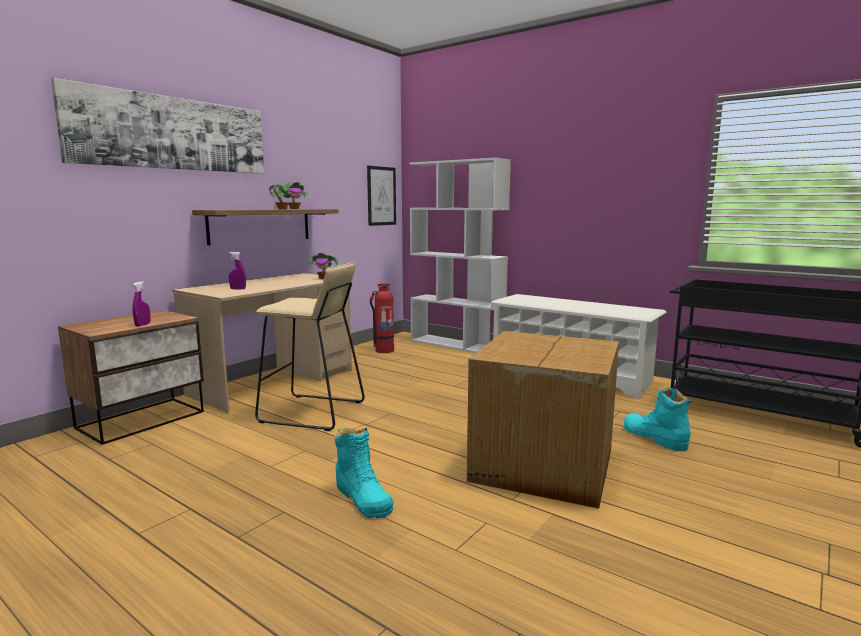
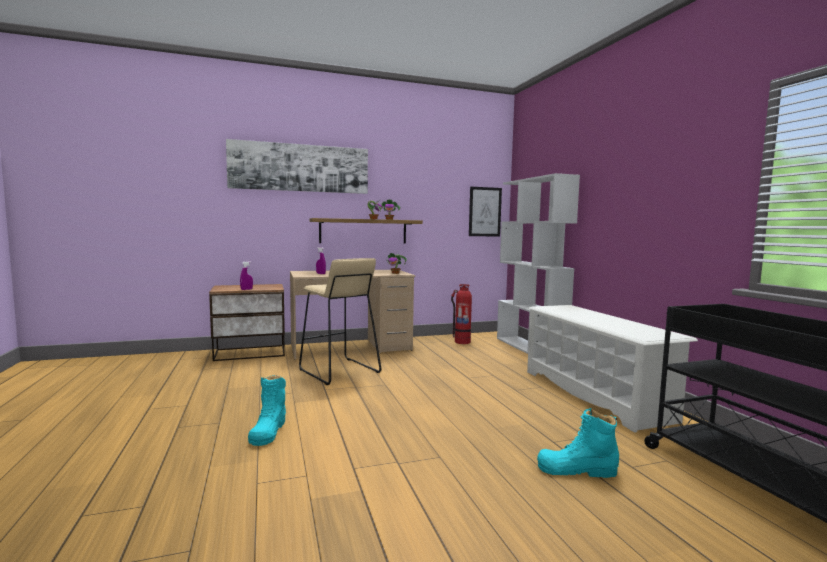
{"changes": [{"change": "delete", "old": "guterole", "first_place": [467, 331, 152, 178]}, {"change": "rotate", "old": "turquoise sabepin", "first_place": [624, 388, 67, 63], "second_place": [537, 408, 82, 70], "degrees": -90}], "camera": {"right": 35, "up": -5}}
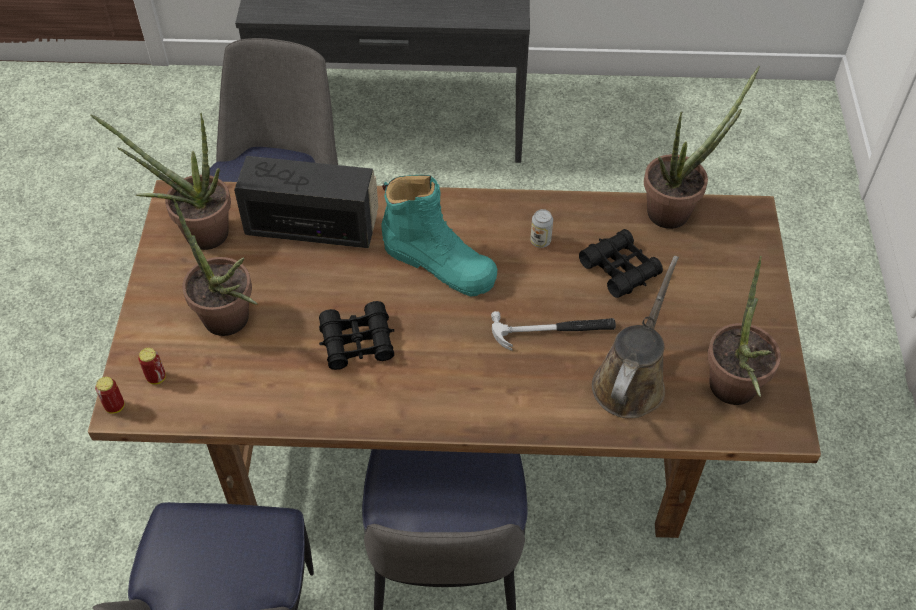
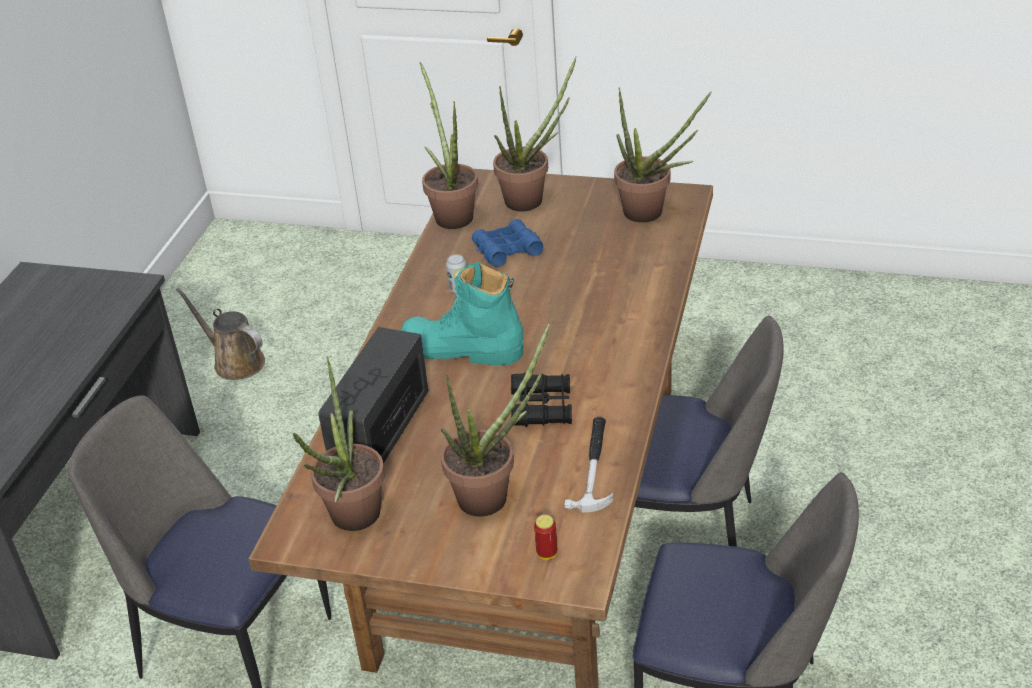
{"changes": [{"change": "rotate", "old": "turquoise sabepin", "first_place": [381, 175, 116, 122], "second_place": [401, 262, 123, 104], "degrees": -120}, {"change": "recolor", "old": "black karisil", "new": "blue karisil", "first_place": [579, 229, 84, 69], "second_place": [472, 219, 72, 48]}, {"change": "move", "old": "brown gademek", "first_place": [592, 256, 87, 162], "second_place": [176, 288, 89, 92]}, {"change": "move", "old": "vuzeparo", "first_place": [491, 311, 125, 40], "second_place": [565, 417, 49, 95]}, {"change": "delete", "old": "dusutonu", "first_place": [95, 377, 30, 37]}, {"change": "insert", "new": "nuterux", "second_place": [493, 56, 83, 155]}], "camera": {"right": -75, "up": -15}}
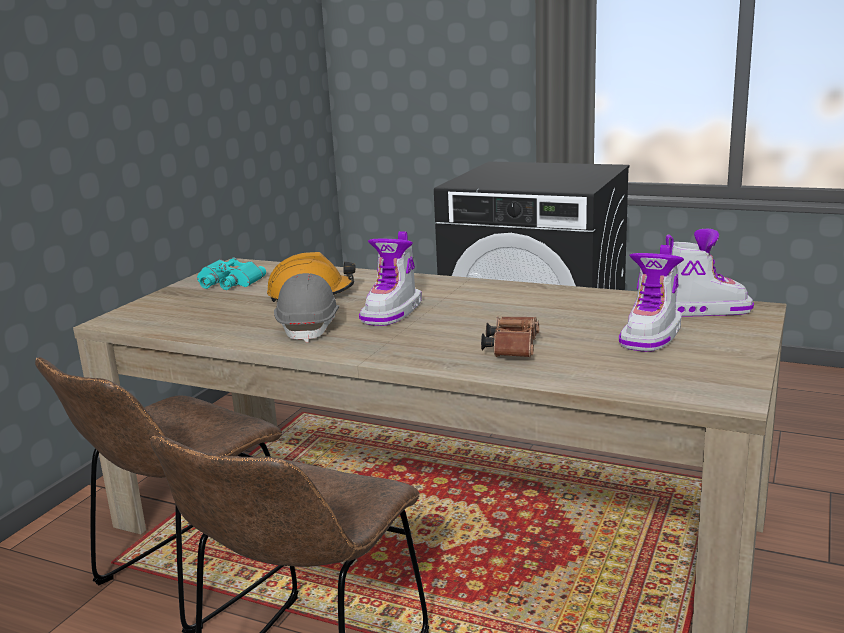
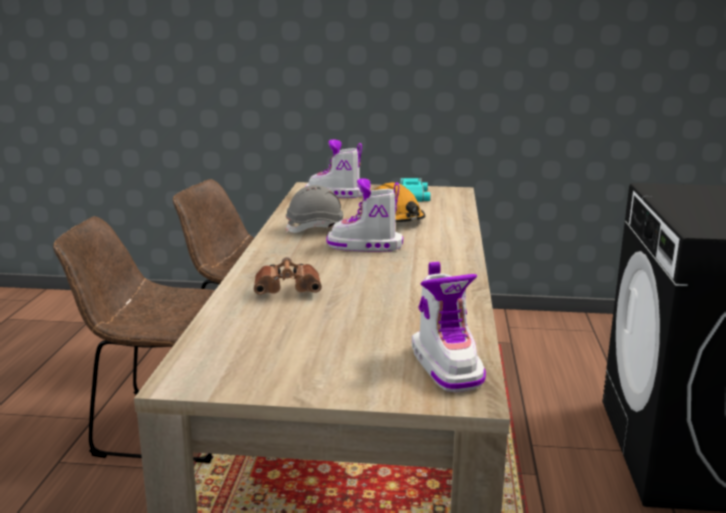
{"changes": [{"change": "move", "old": "sabepin", "first_place": [619, 245, 65, 107], "second_place": [305, 140, 58, 58]}], "camera": {"right": 70, "up": 0}}
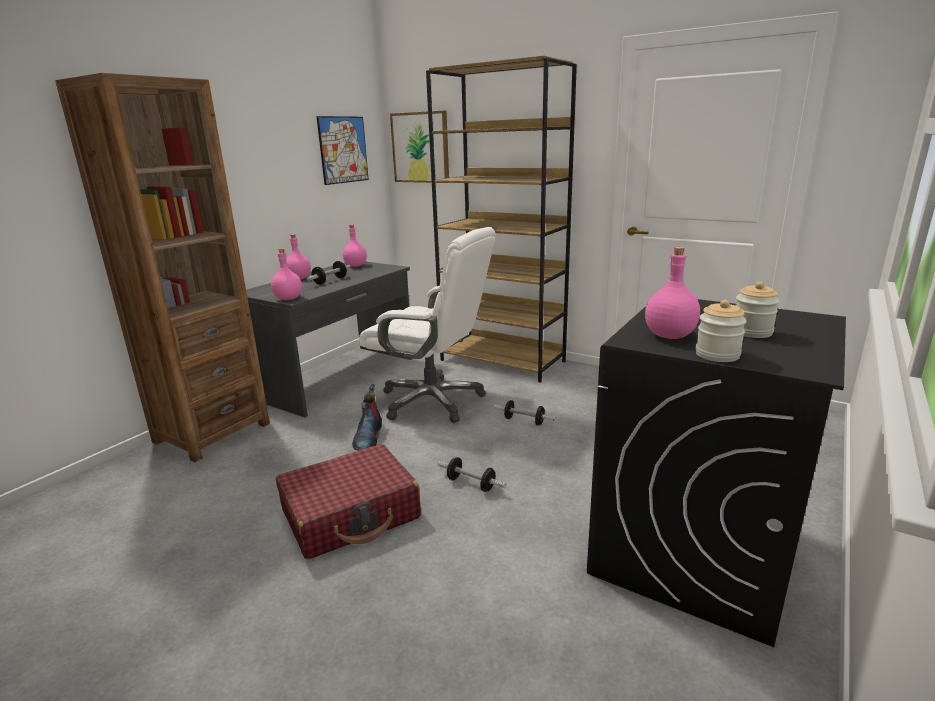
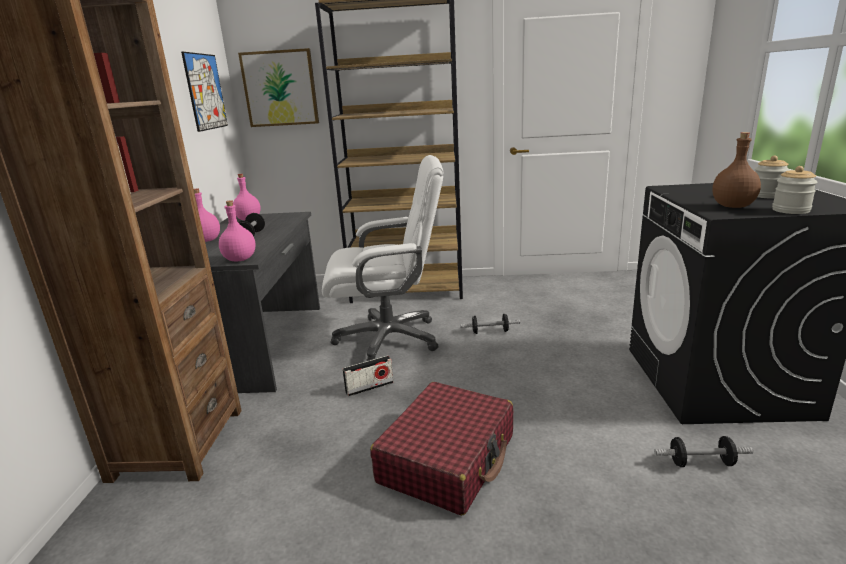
{"changes": [{"change": "recolor", "old": "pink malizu", "new": "brown malizu", "first_place": [645, 247, 55, 92], "second_place": [712, 132, 49, 76]}, {"change": "replace", "old": "sabepin", "new": "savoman", "first_place": [352, 384, 30, 67], "second_place": [342, 355, 51, 42]}, {"change": "move", "old": "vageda", "first_place": [438, 457, 68, 35], "second_place": [654, 436, 99, 31]}], "camera": {"right": -30, "up": 0}}
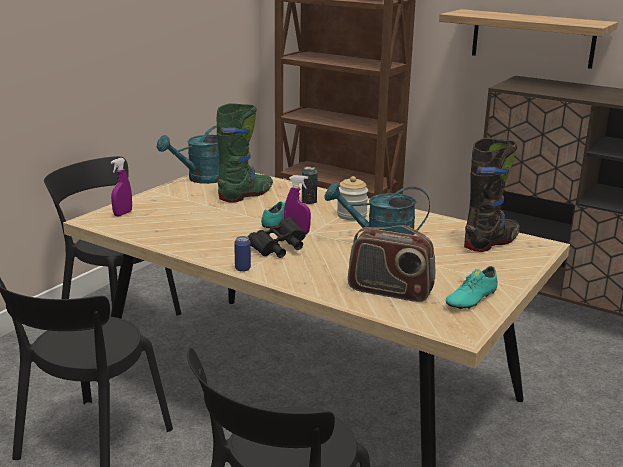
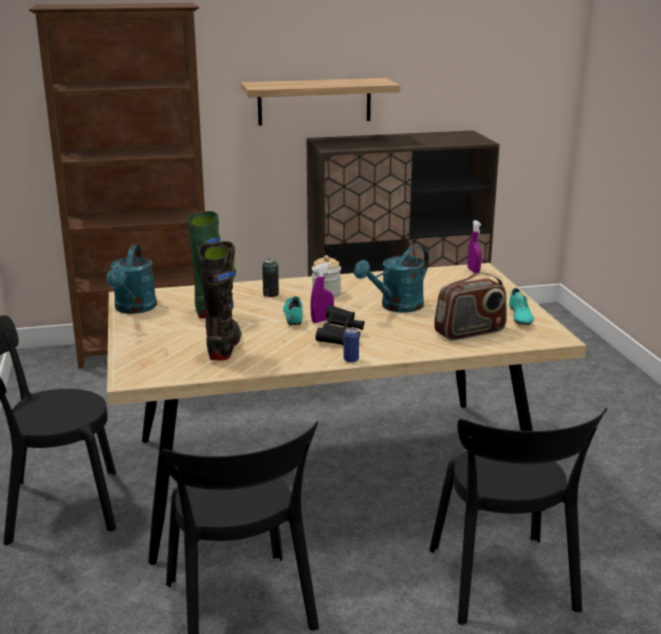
{"changes": [{"change": "move", "old": "black sabepin", "first_place": [464, 138, 56, 114], "second_place": [199, 241, 43, 119]}, {"change": "move", "old": "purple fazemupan", "first_place": [111, 158, 21, 59], "second_place": [467, 220, 15, 53]}], "camera": {"right": -45, "up": 0}}
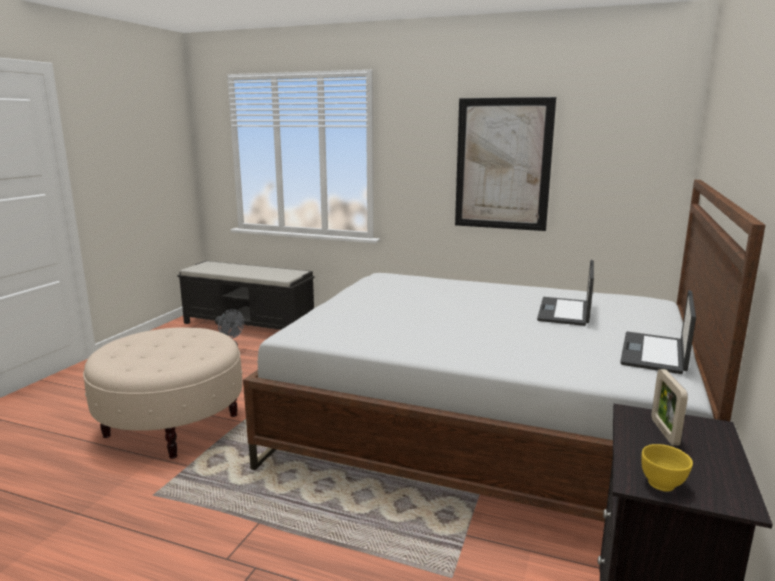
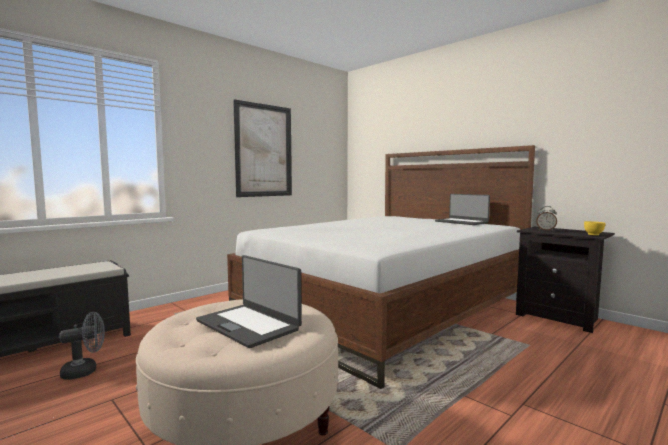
{"changes": [{"change": "move", "old": "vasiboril", "first_place": [537, 260, 57, 66], "second_place": [196, 255, 106, 93]}, {"change": "replace", "old": "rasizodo", "new": "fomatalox", "first_place": [651, 369, 37, 76], "second_place": [536, 206, 21, 25]}], "camera": {"right": -65, "up": -10}}
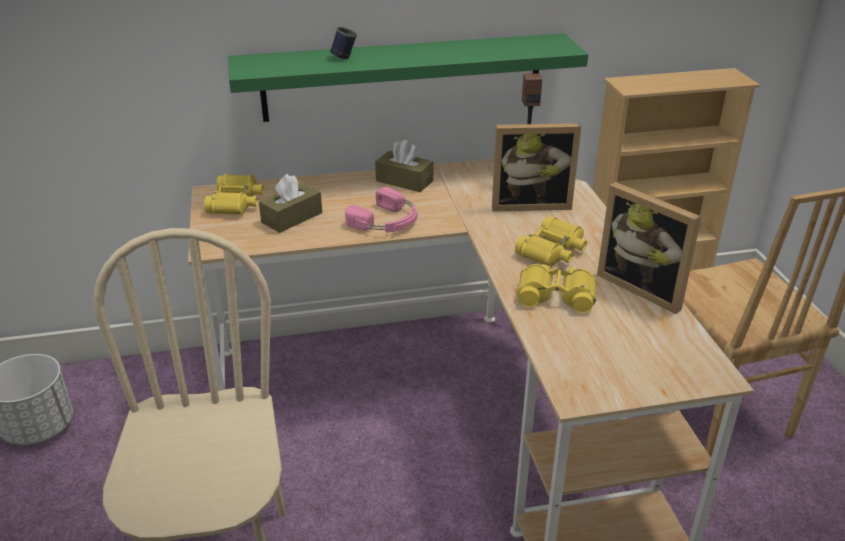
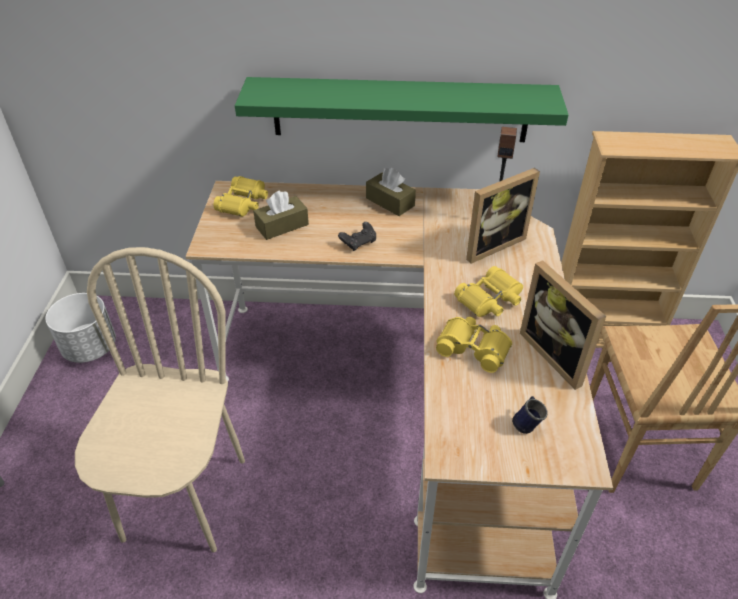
{"changes": [{"change": "move", "old": "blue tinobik", "first_place": [330, 27, 27, 32], "second_place": [512, 396, 36, 38]}, {"change": "rotate", "old": "rasizodo", "first_place": [492, 123, 89, 89], "second_place": [466, 168, 74, 96], "degrees": -45}, {"change": "replace", "old": "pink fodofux", "new": "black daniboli", "first_place": [345, 187, 73, 46], "second_place": [338, 222, 38, 29]}], "camera": {"right": 15, "up": 10}}
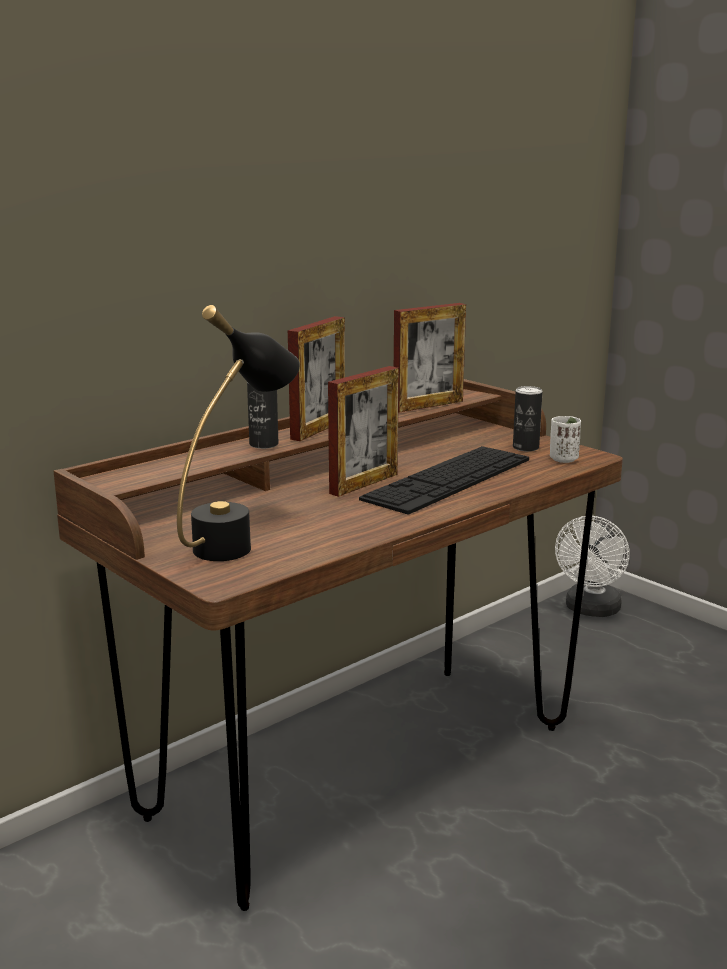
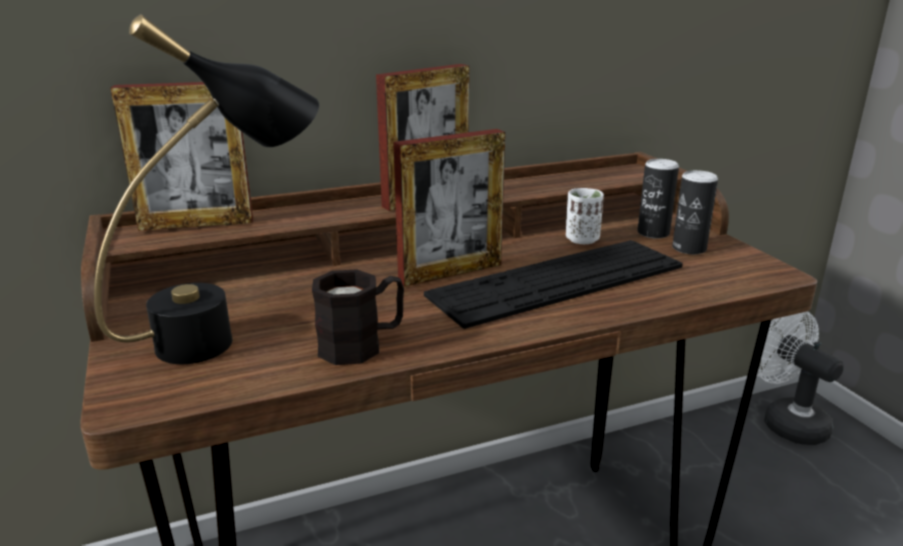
{"changes": [{"change": "move", "old": "rasizodo", "first_place": [394, 303, 72, 109], "second_place": [110, 82, 143, 149]}, {"change": "move", "old": "dusutonu", "first_place": [247, 382, 31, 67], "second_place": [637, 159, 42, 80]}, {"change": "move", "old": "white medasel", "first_place": [550, 416, 31, 47], "second_place": [566, 188, 38, 56]}, {"change": "rotate", "old": "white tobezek", "first_place": [555, 516, 75, 101], "second_place": [757, 311, 87, 134], "degrees": 105}, {"change": "insert", "new": "black tinobik", "second_place": [312, 270, 92, 95]}], "camera": {"right": 20, "up": 5}}
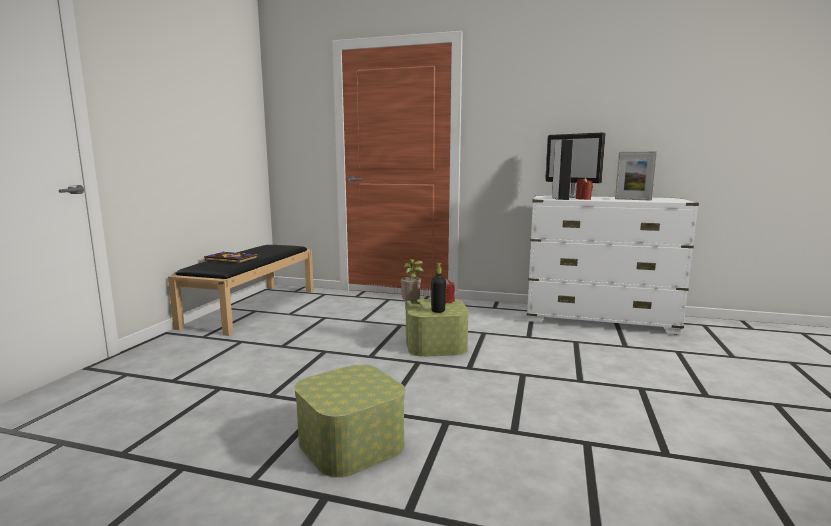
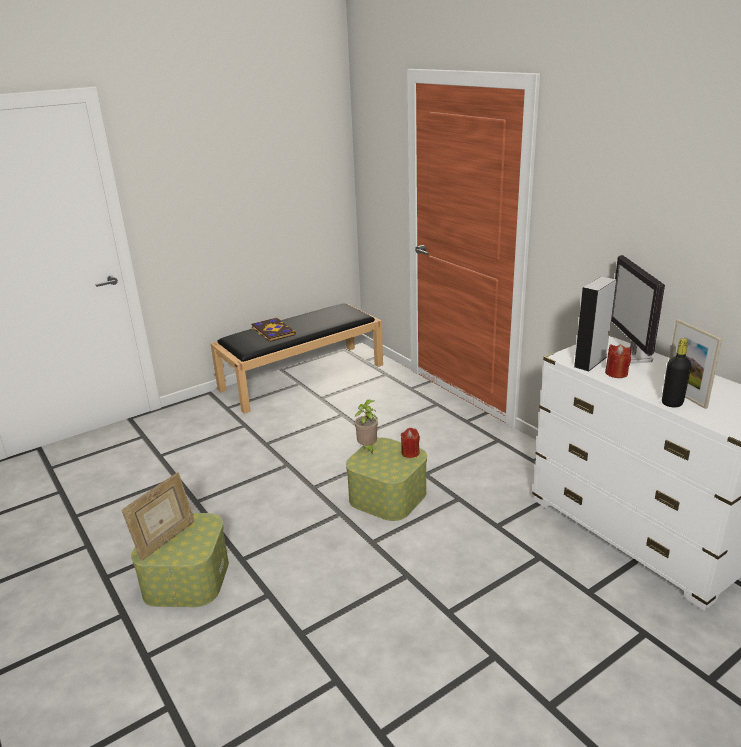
{"changes": [{"change": "move", "old": "black malizu", "first_place": [431, 263, 15, 50], "second_place": [662, 338, 29, 69]}, {"change": "insert", "new": "rasizodo", "second_place": [122, 472, 73, 89]}], "camera": {"right": 40, "up": 15}}
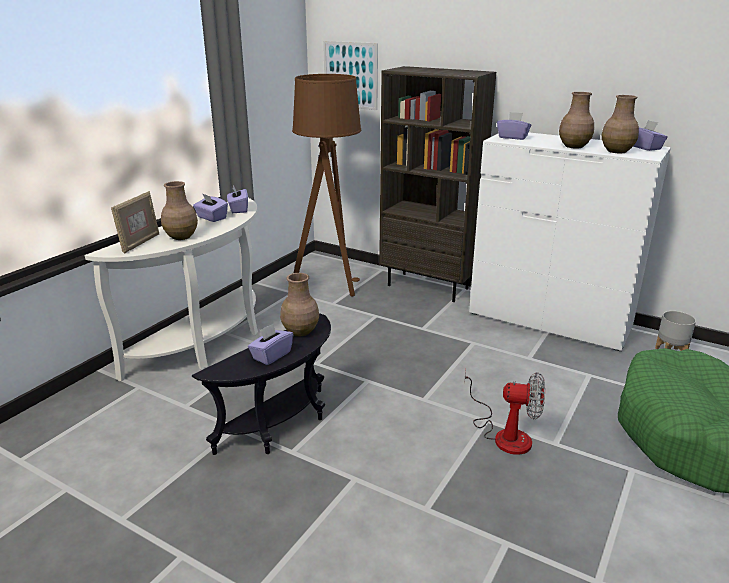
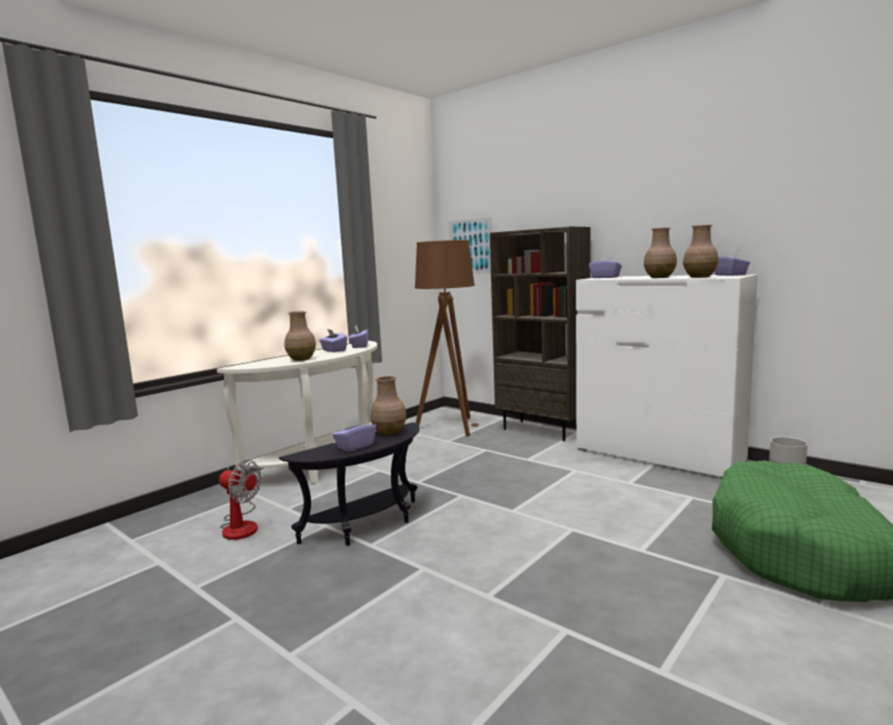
{"changes": [{"change": "delete", "old": "rasizodo", "first_place": [111, 191, 48, 63]}, {"change": "move", "old": "tobezek", "first_place": [464, 370, 81, 85], "second_place": [219, 460, 43, 80]}], "camera": {"right": 10, "up": -15}}
